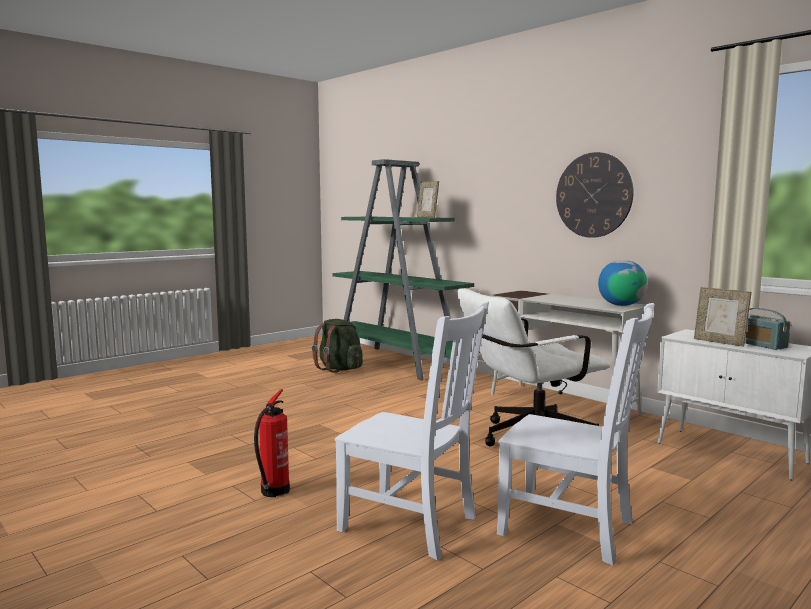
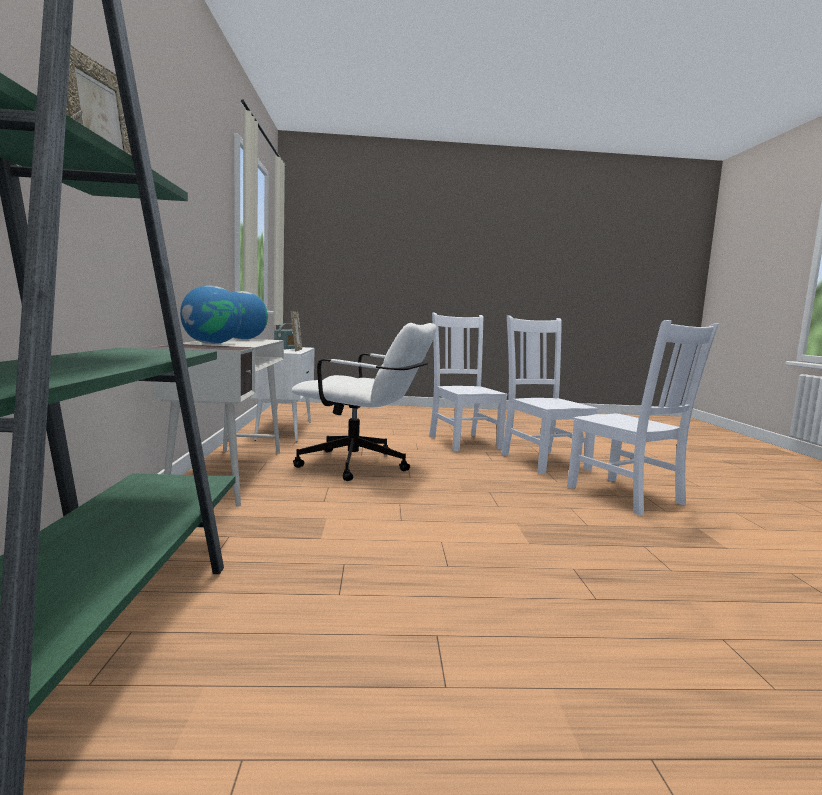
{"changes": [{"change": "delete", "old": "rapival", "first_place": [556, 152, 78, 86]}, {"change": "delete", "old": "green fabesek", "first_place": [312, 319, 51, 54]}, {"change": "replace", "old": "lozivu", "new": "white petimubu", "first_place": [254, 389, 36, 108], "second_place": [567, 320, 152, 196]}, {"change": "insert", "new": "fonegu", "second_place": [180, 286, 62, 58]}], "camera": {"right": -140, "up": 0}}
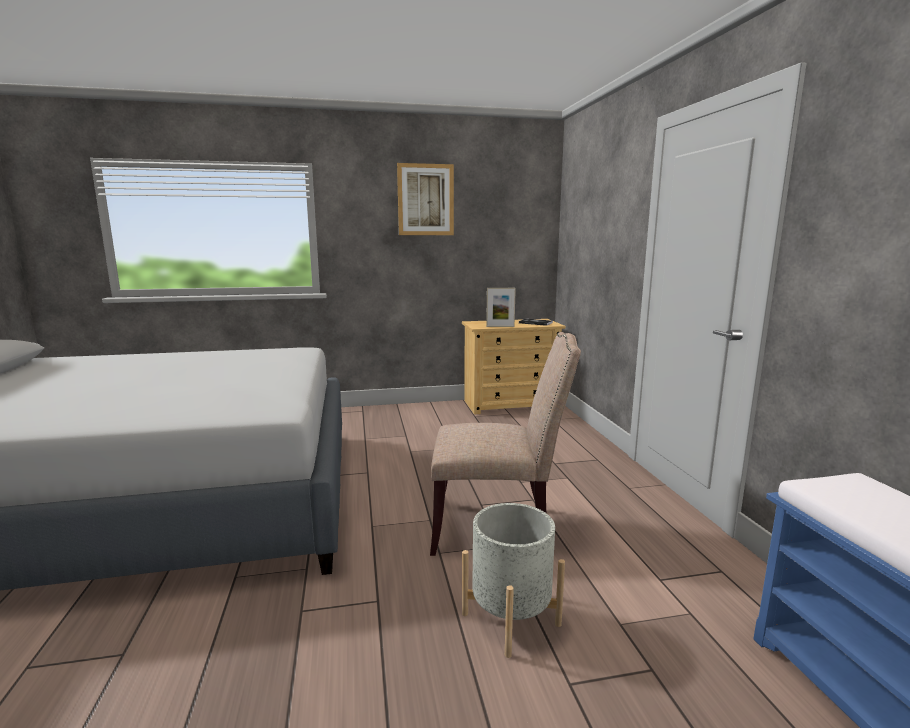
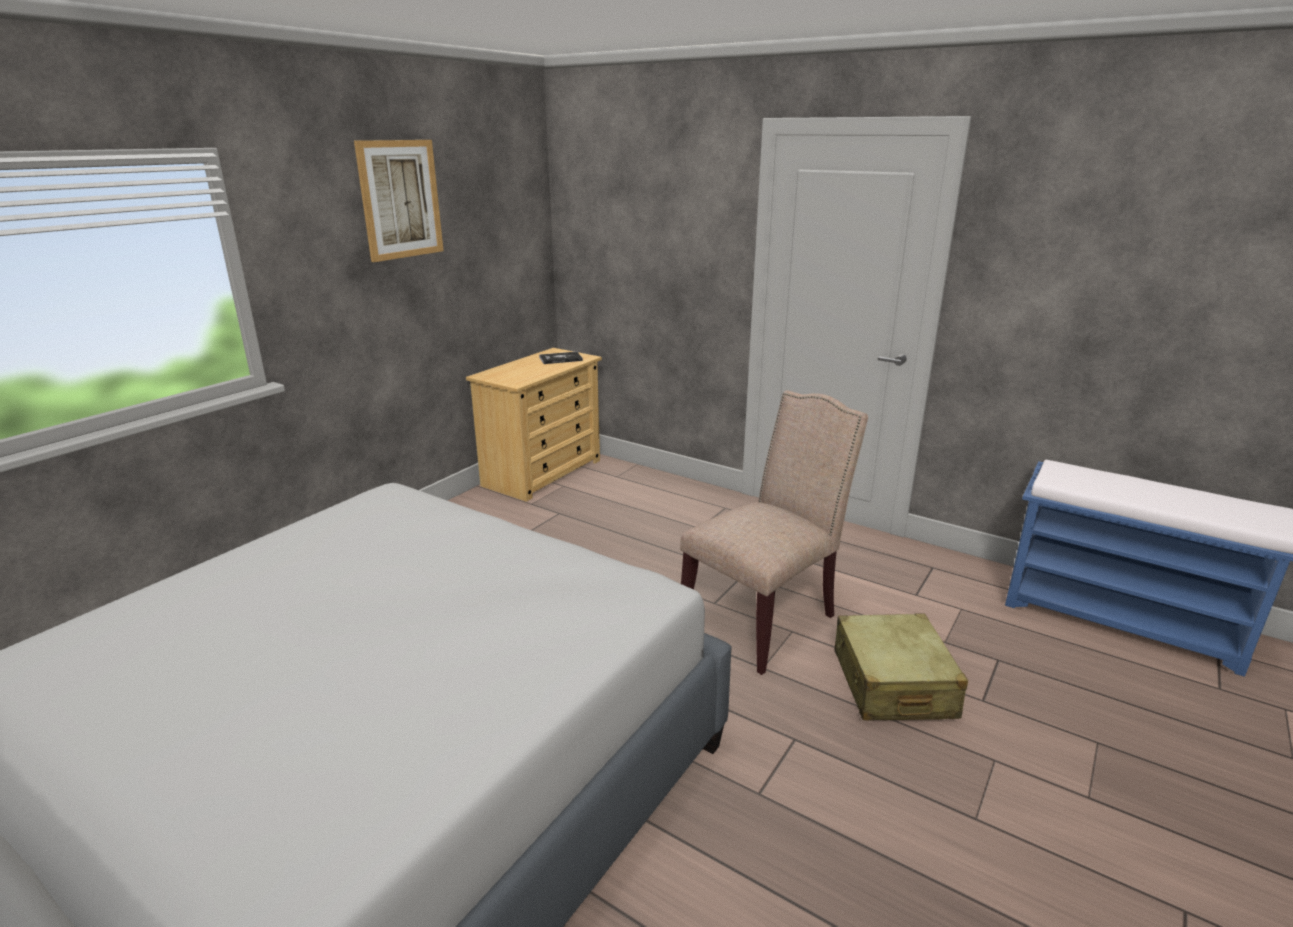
{"changes": [{"change": "delete", "old": "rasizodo", "first_place": [486, 288, 30, 39]}, {"change": "replace", "old": "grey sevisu", "new": "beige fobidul", "first_place": [462, 503, 103, 155], "second_place": [835, 613, 133, 108]}], "camera": {"right": -45, "up": 10}}
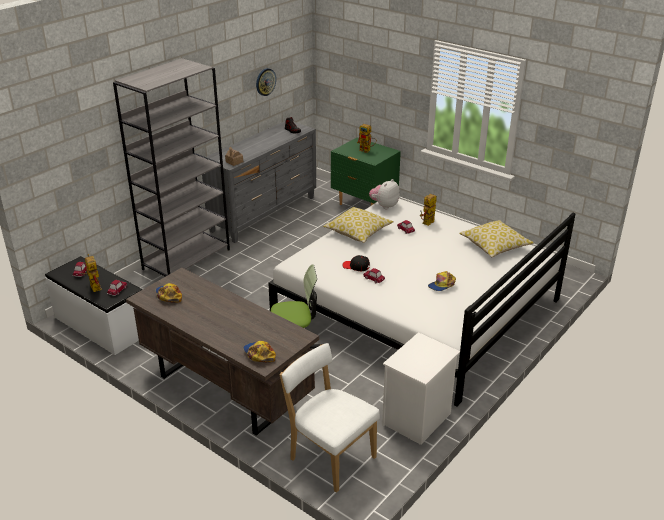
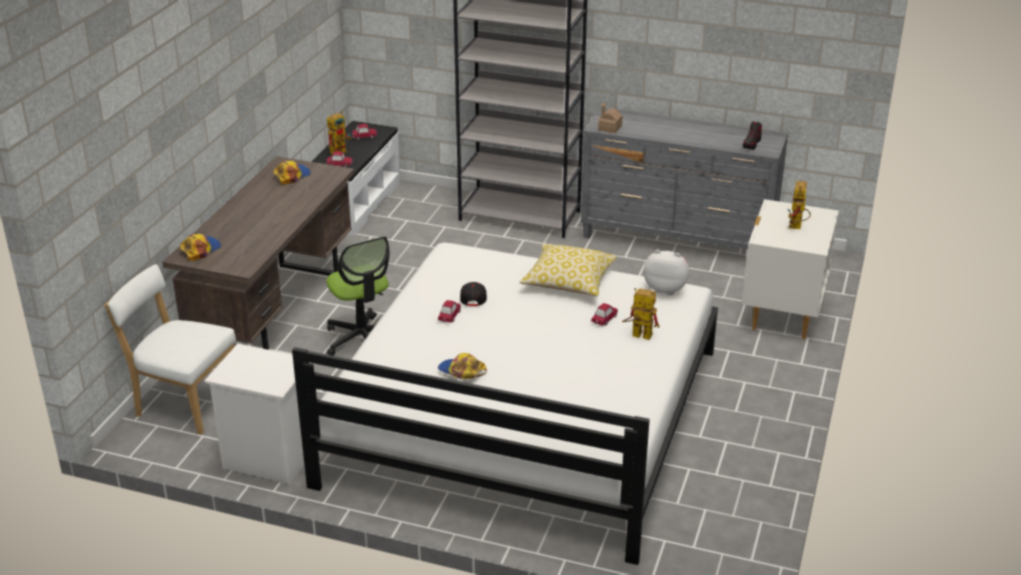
{"changes": [{"change": "delete", "old": "rapival", "first_place": [256, 68, 20, 28]}, {"change": "recolor", "old": "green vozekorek", "new": "white vozekorek", "first_place": [331, 137, 70, 69], "second_place": [742, 199, 97, 140]}, {"change": "delete", "old": "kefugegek", "first_place": [459, 220, 75, 37]}, {"change": "rotate", "old": "white petimubu", "first_place": [280, 343, 100, 150], "second_place": [105, 264, 131, 171], "degrees": -90}], "camera": {"right": 70, "up": 0}}
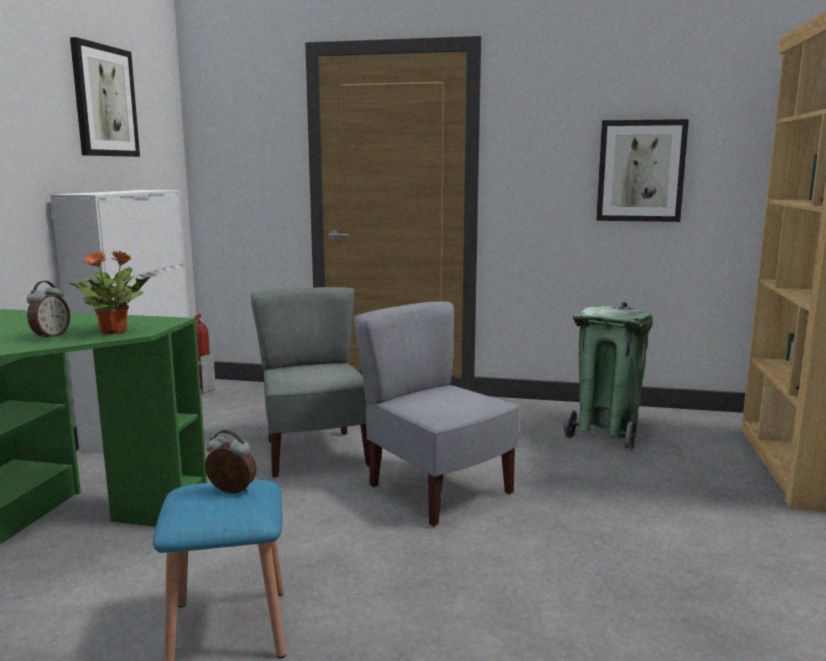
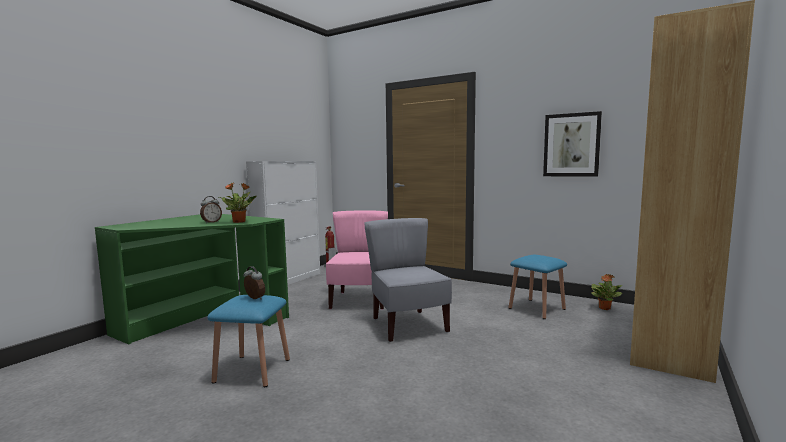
{"changes": [{"change": "delete", "old": "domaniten", "first_place": [70, 37, 70, 120]}, {"change": "recolor", "old": "grey petimubu", "new": "pink petimubu", "first_place": [250, 287, 120, 191], "second_place": [326, 210, 62, 100]}, {"change": "replace", "old": "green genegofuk", "new": "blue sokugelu", "first_place": [564, 302, 89, 149], "second_place": [509, 255, 58, 64]}, {"change": "insert", "new": "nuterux", "second_place": [591, 274, 31, 36]}], "camera": {"right": 20, "up": -5}}
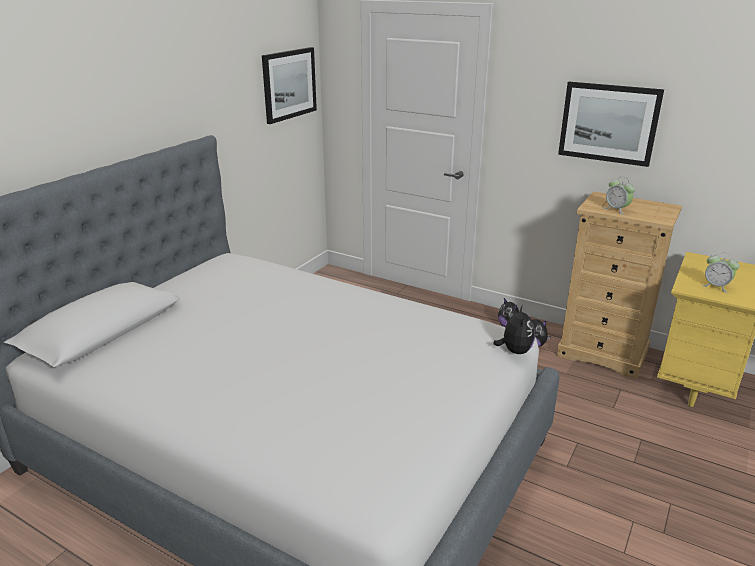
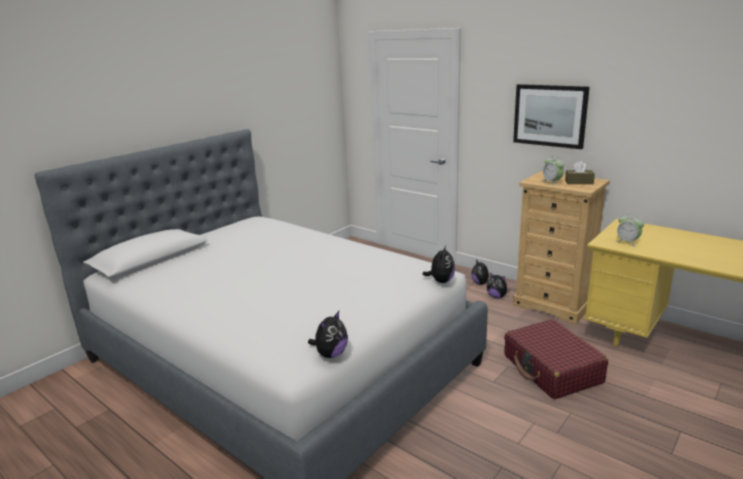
{"changes": [{"change": "delete", "old": "domaniten", "first_place": [262, 47, 55, 77]}, {"change": "insert", "new": "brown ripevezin", "second_place": [565, 161, 30, 23]}, {"change": "insert", "new": "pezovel", "second_place": [308, 311, 40, 47]}, {"change": "insert", "new": "red fobidul", "second_place": [504, 319, 104, 80]}], "camera": {"right": 10, "up": -5}}
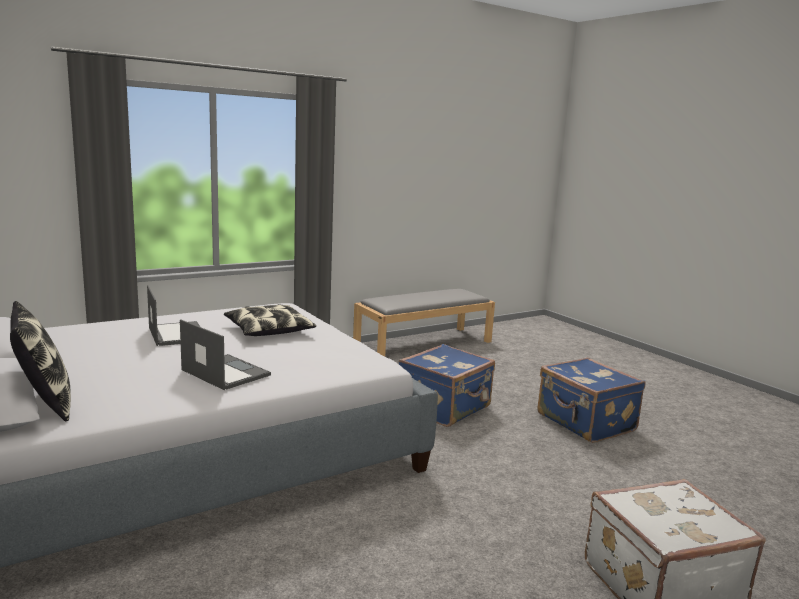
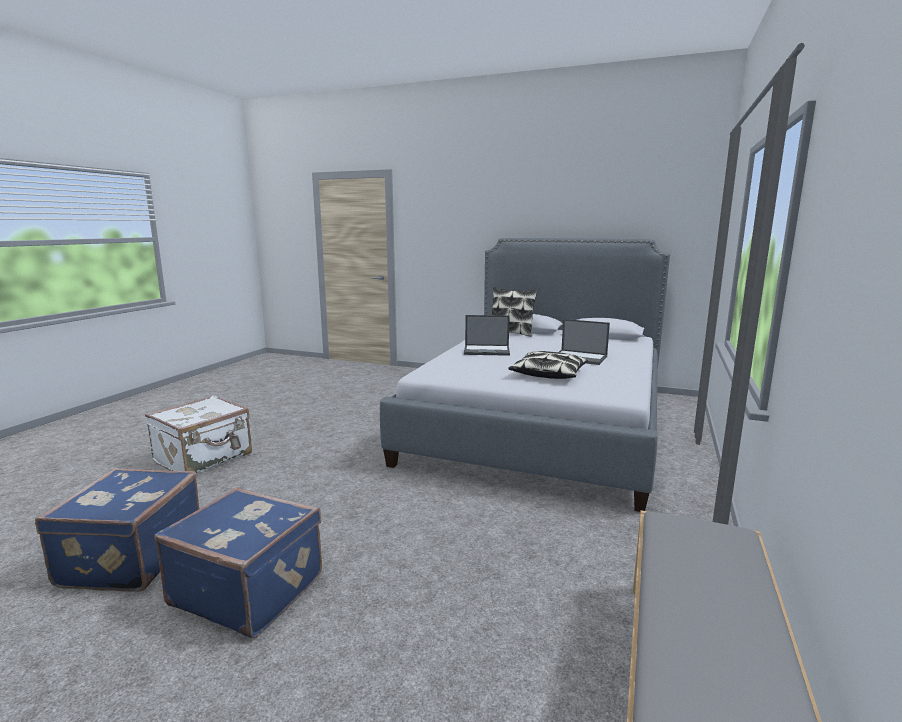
{"changes": [{"change": "move", "old": "blue fobidul", "first_place": [399, 344, 96, 83], "second_place": [35, 468, 164, 124]}], "camera": {"right": 145, "up": 0}}
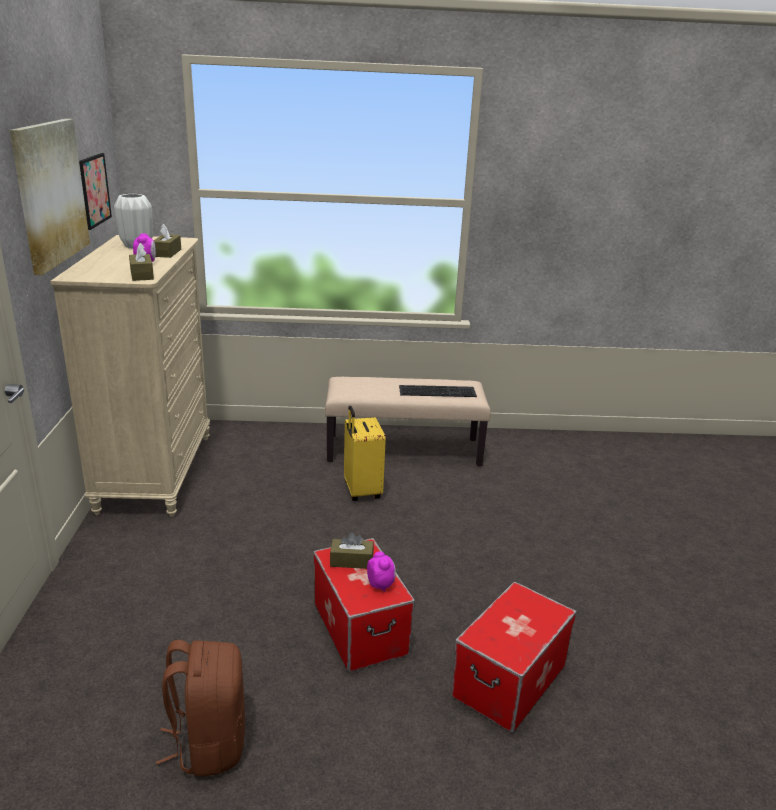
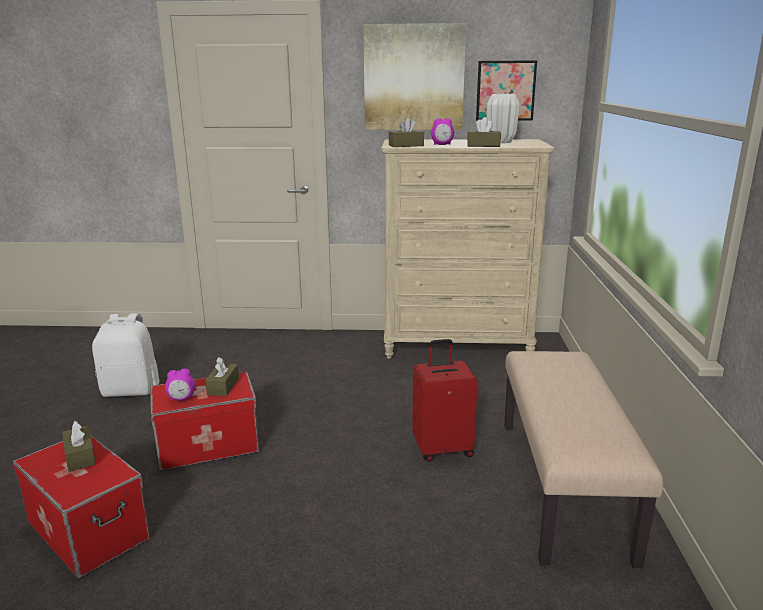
{"changes": [{"change": "delete", "old": "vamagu", "first_place": [399, 385, 78, 12]}, {"change": "recolor", "old": "yellow fobidul", "new": "red fobidul", "first_place": [344, 406, 42, 95], "second_place": [412, 339, 66, 122]}, {"change": "recolor", "old": "brown fabesek", "new": "white fabesek", "first_place": [156, 640, 89, 137], "second_place": [92, 313, 68, 84]}, {"change": "insert", "new": "brown ripevezin", "second_place": [62, 421, 34, 51]}], "camera": {"right": 95, "up": -5}}
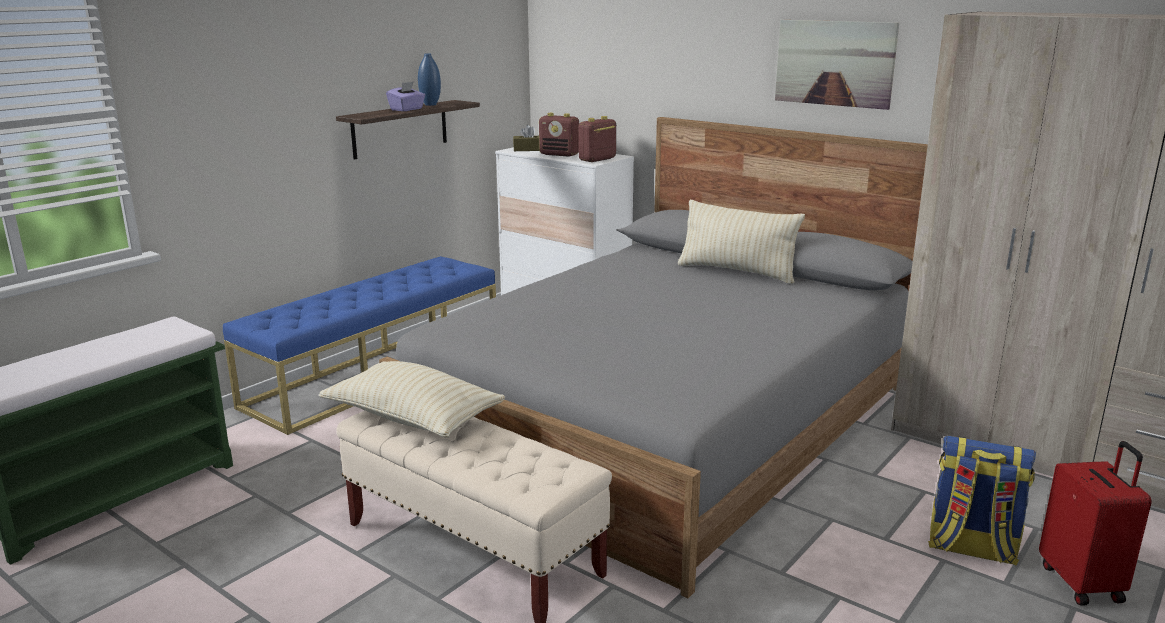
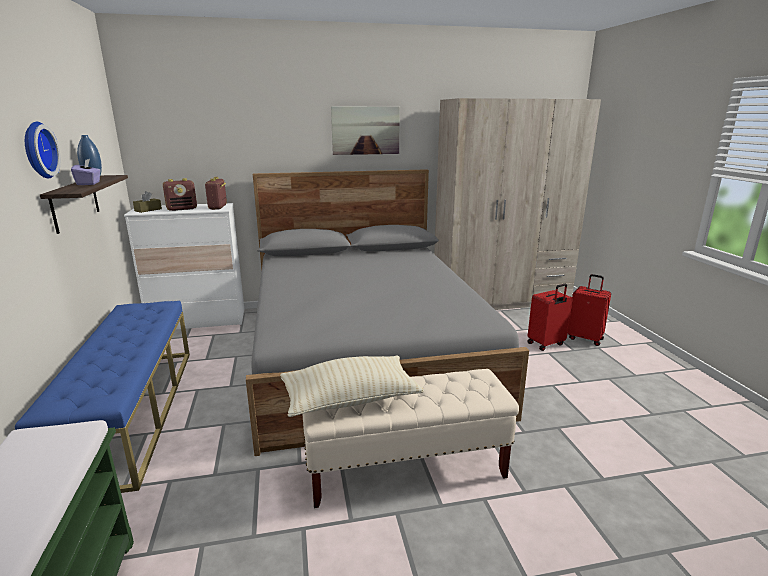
{"changes": [{"change": "delete", "old": "beige kefugegek", "first_place": [678, 200, 127, 84]}, {"change": "replace", "old": "fabesek", "new": "red fobidul", "first_place": [928, 436, 108, 130], "second_place": [527, 284, 46, 67]}, {"change": "insert", "new": "rapival", "second_place": [25, 122, 36, 57]}], "camera": {"right": -50, "up": 0}}
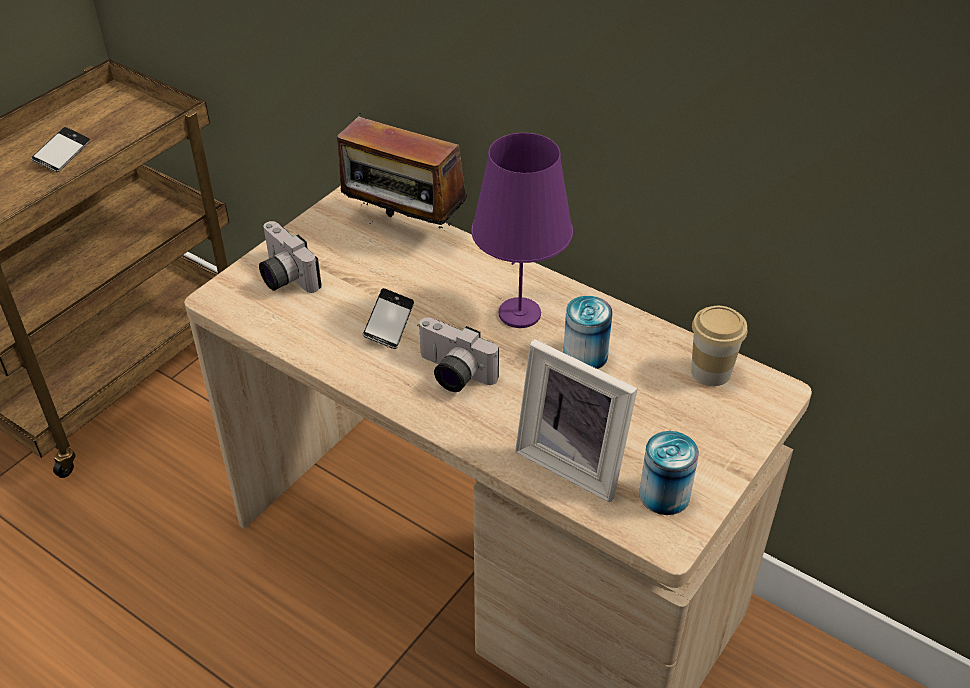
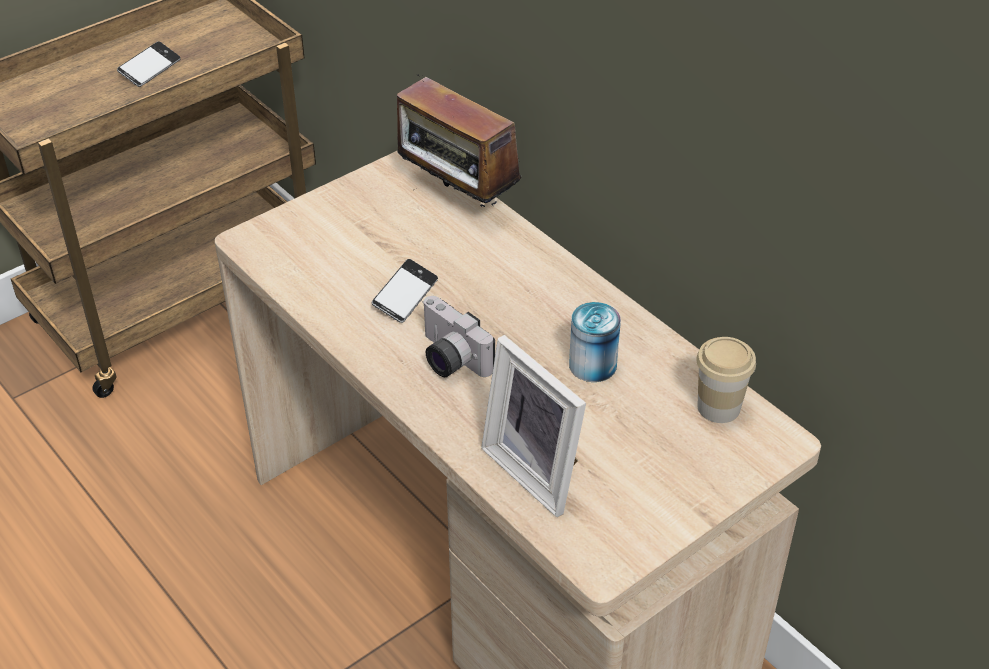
{"changes": [{"change": "delete", "old": "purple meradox", "first_place": [471, 133, 102, 195]}, {"change": "delete", "old": "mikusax", "first_place": [259, 221, 63, 72]}, {"change": "delete", "old": "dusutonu", "first_place": [639, 431, 60, 84]}], "camera": {"right": 15, "up": 0}}
